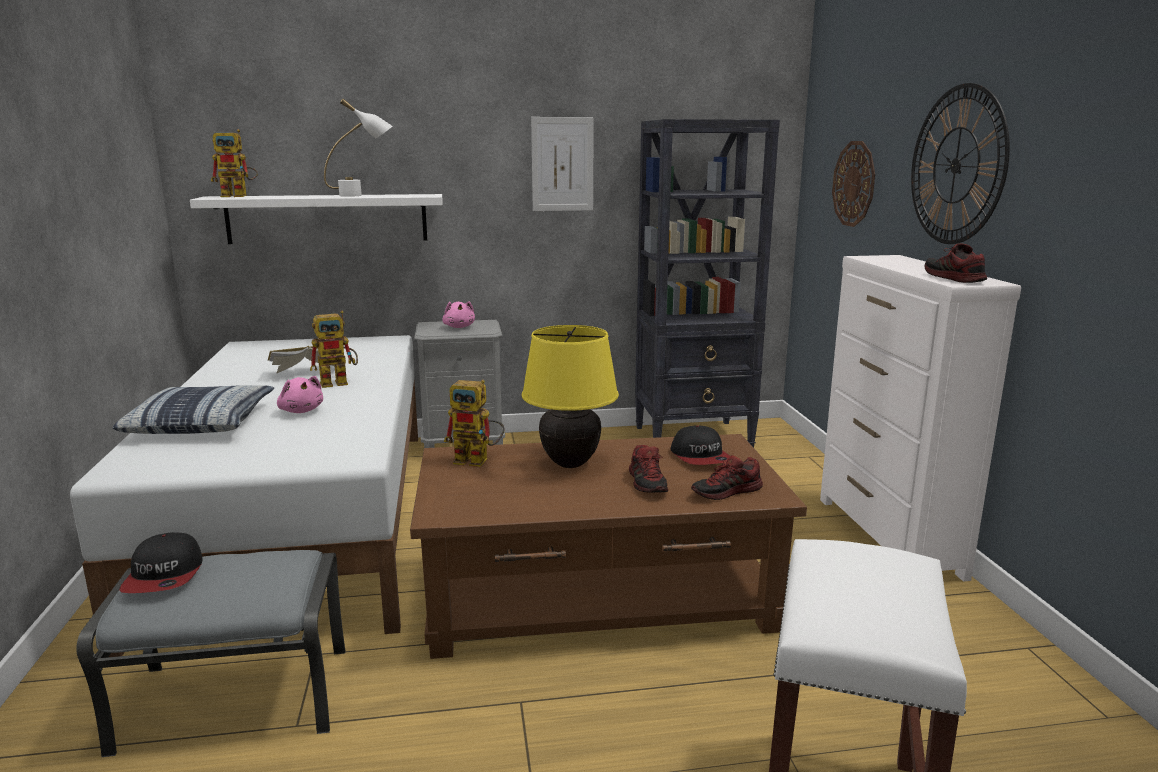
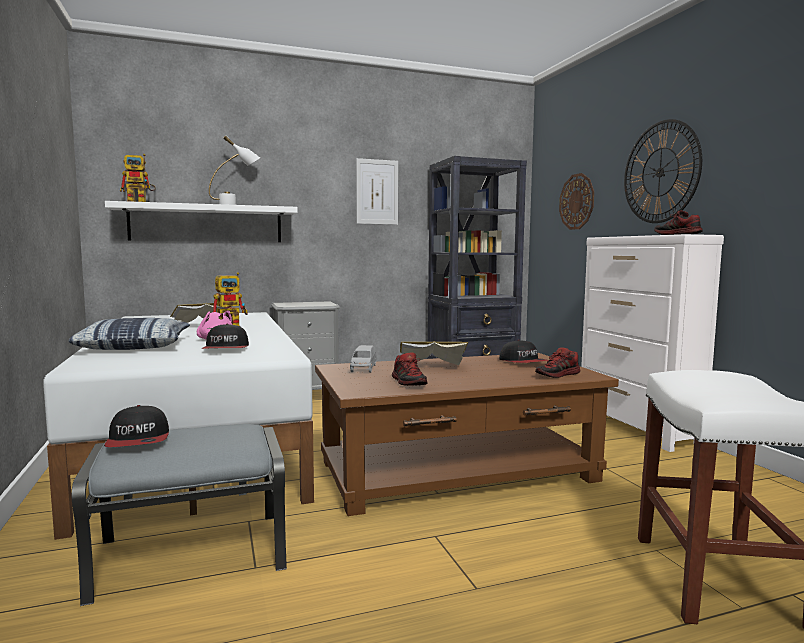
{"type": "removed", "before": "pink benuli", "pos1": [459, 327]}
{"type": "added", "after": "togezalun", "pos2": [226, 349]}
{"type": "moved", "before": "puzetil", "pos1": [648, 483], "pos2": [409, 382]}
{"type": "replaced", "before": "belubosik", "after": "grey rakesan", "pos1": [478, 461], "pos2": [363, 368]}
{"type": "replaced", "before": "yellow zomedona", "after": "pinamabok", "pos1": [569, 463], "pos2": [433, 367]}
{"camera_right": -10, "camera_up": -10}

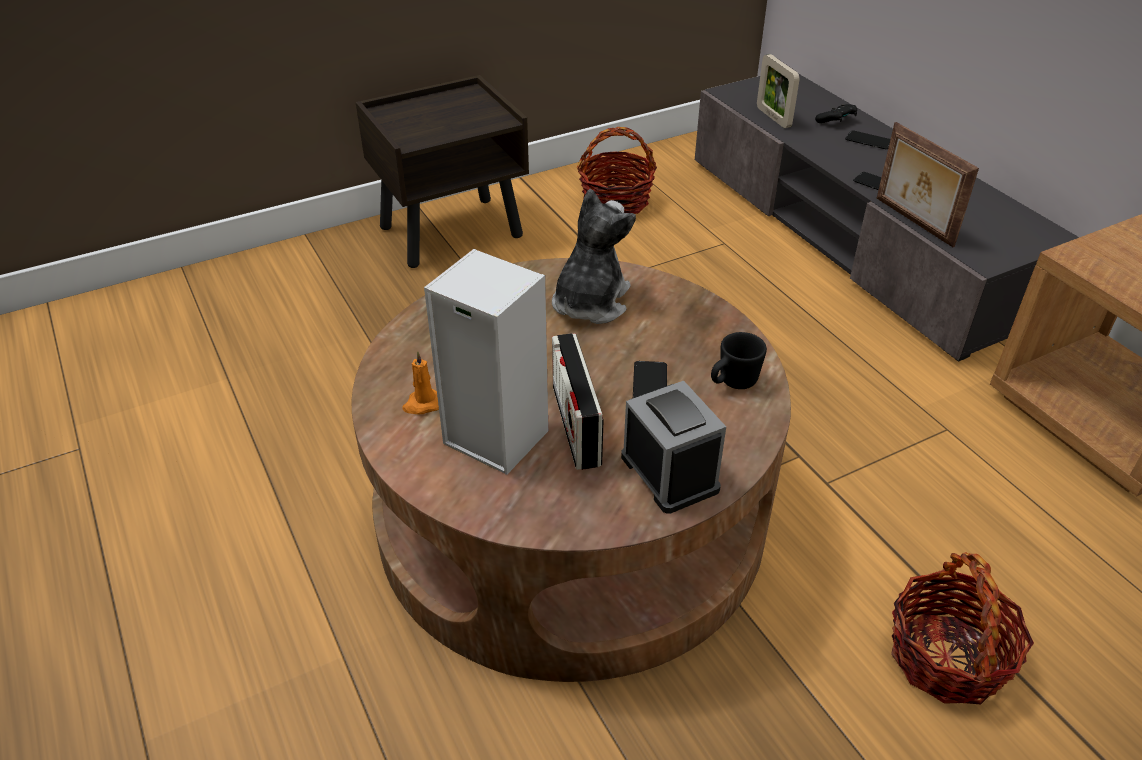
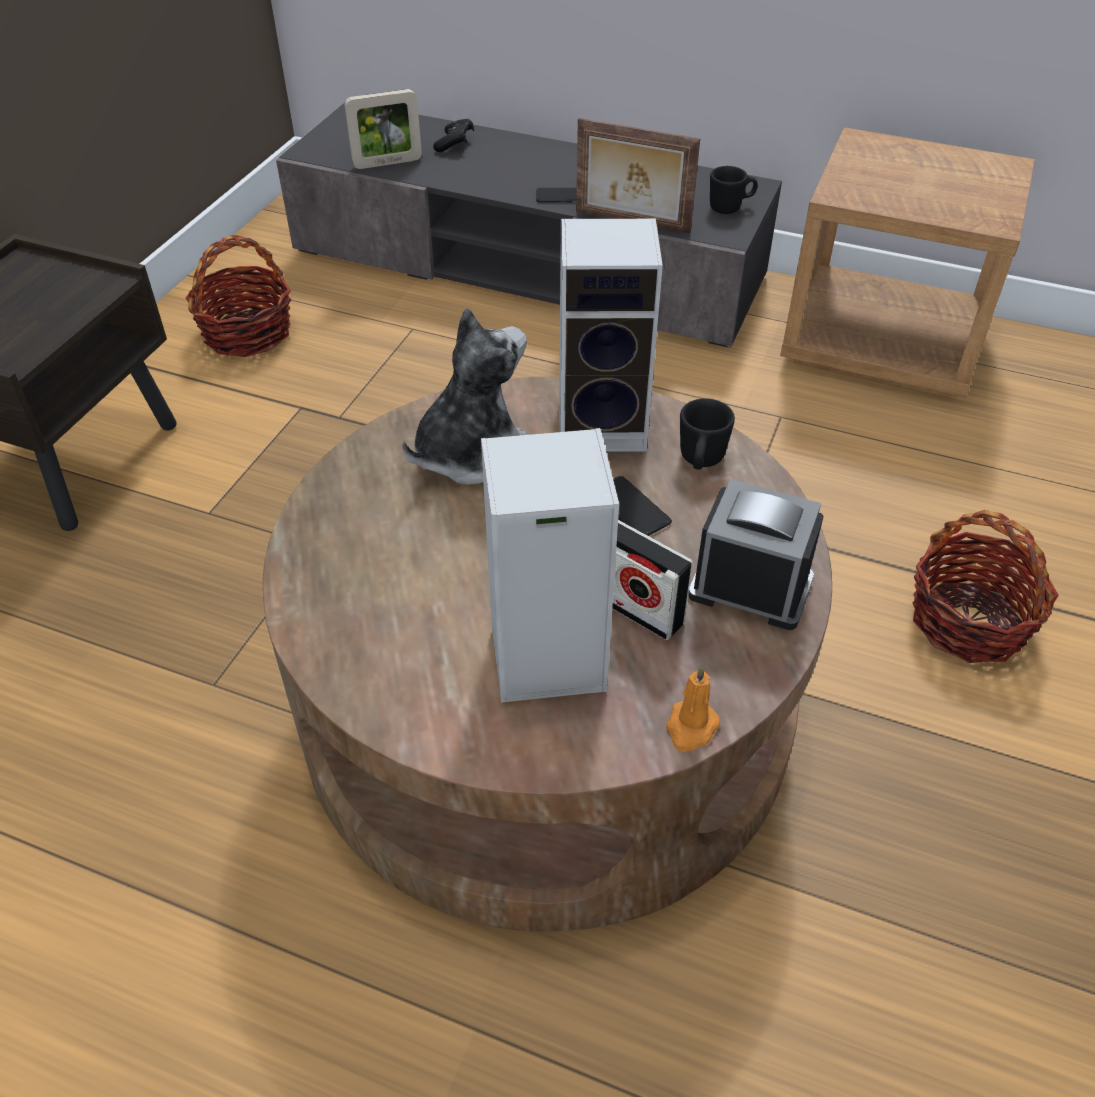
{"type": "removed", "before": "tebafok", "pos1": [868, 141]}
{"type": "added", "after": "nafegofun", "pos2": [605, 424]}
{"type": "added", "after": "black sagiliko", "pos2": [730, 207]}
{"type": "moved", "before": "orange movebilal", "pos1": [422, 404], "pos2": [691, 728]}
{"type": "turned", "before": "benuli", "pos1": [590, 303], "pos2": [469, 452], "turn": 60}
{"type": "turned", "before": "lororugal", "pos1": [773, 117], "pos2": [387, 163], "turn": -45}
{"camera_right": -40, "camera_up": 5}

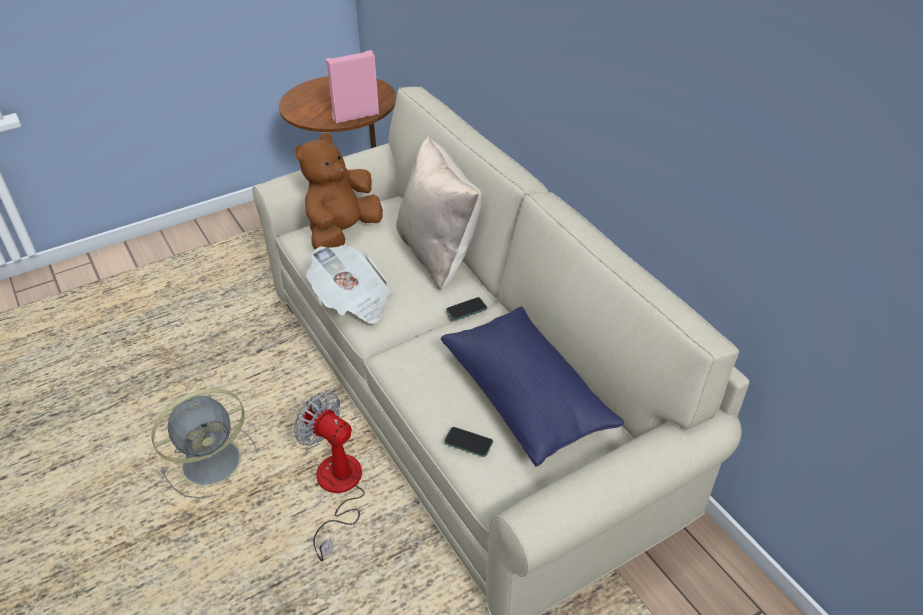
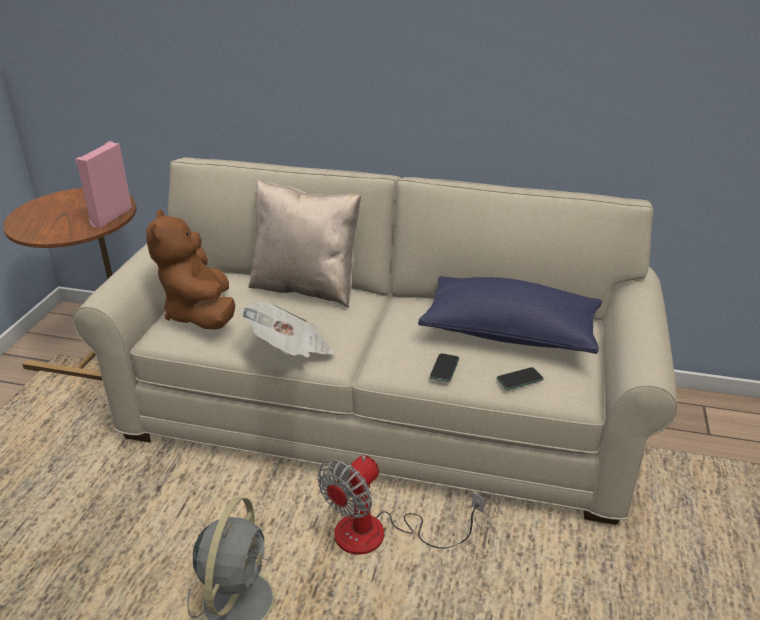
{"type": "moved", "before": "tebafok", "pos1": [466, 309], "pos2": [444, 368]}
{"type": "turned", "before": "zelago", "pos1": [337, 490], "pos2": [379, 535], "turn": -45}
{"camera_right": -45, "camera_up": -10}

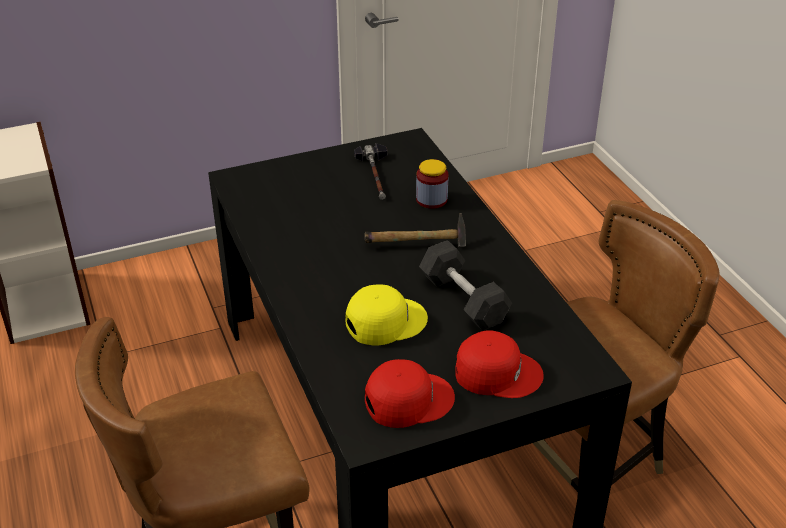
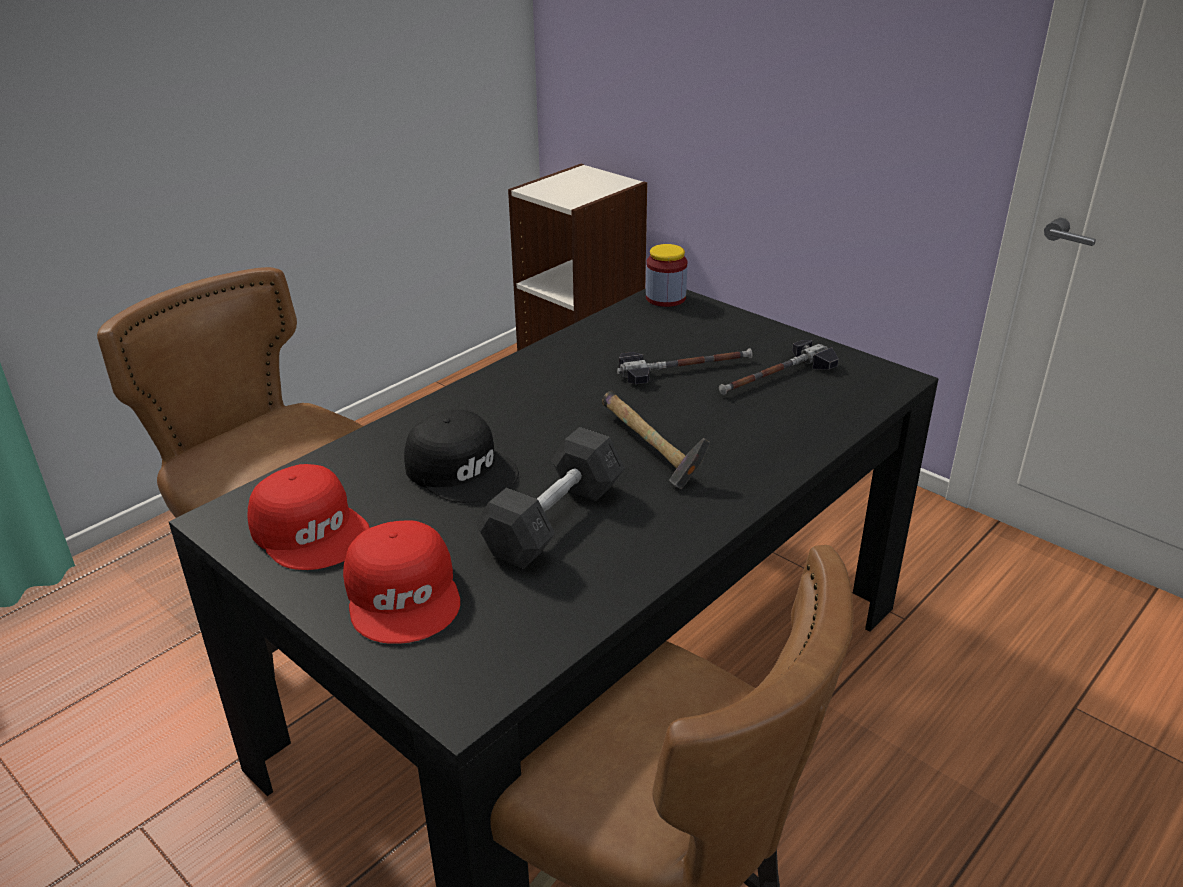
{"type": "added", "after": "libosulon", "pos2": [684, 368]}
{"type": "moved", "before": "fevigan", "pos1": [431, 199], "pos2": [665, 298]}
{"type": "recoloured", "before": "yellow togezalun", "after": "black togezalun", "pos1": [385, 321], "pos2": [462, 469]}
{"camera_right": 65, "camera_up": -5}

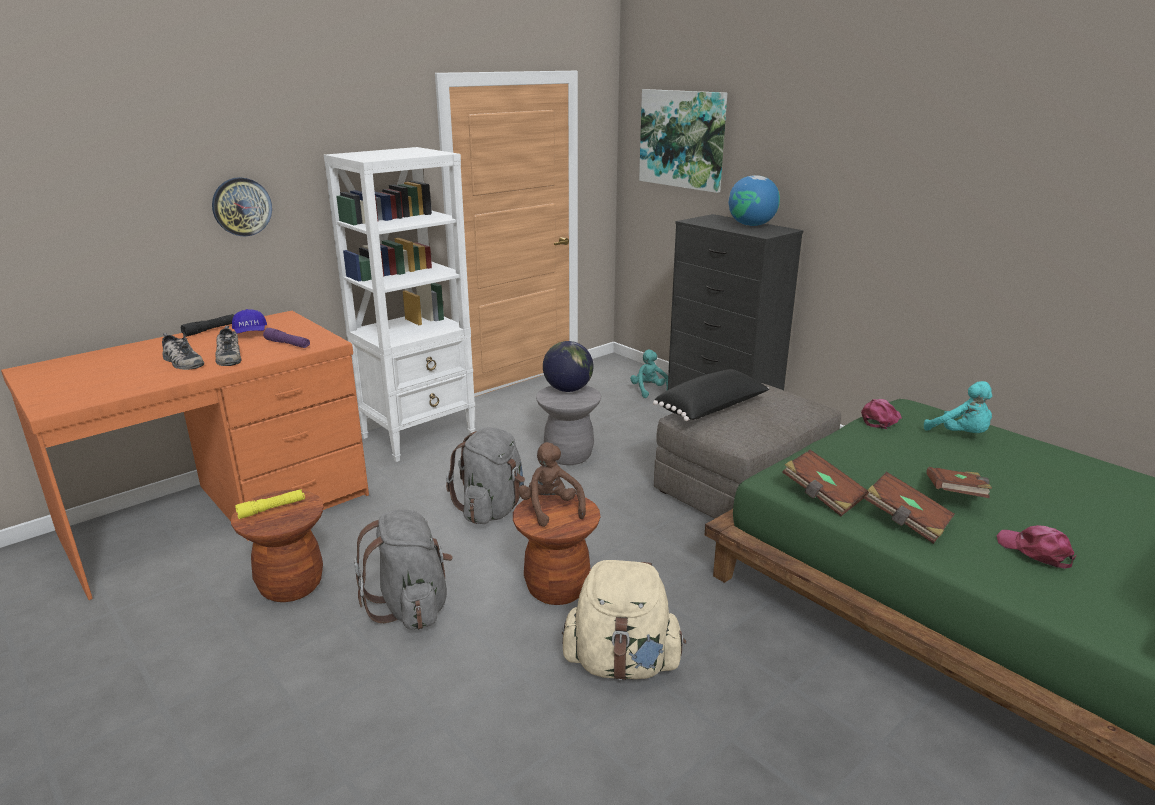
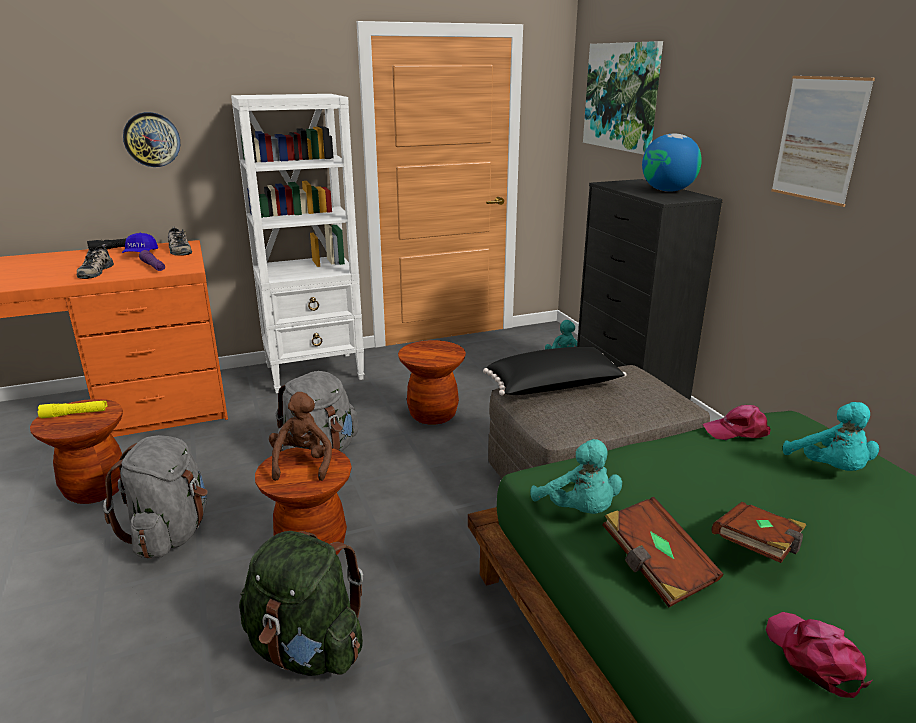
{"type": "removed", "before": "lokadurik", "pos1": [568, 390]}
{"type": "added", "after": "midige", "pos2": [819, 139]}
{"type": "moved", "before": "puzetil", "pos1": [181, 362], "pos2": [178, 250]}
{"type": "replaced", "before": "brown pinamabok", "after": "turquoise benuli", "pos1": [822, 496], "pos2": [579, 510]}
{"type": "recoloured", "before": "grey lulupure", "after": "brown lulupure", "pos1": [568, 456], "pos2": [433, 414]}
{"type": "recoloured", "before": "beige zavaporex", "after": "green zavaporex", "pos1": [622, 664], "pos2": [307, 650]}
{"type": "turned", "before": "pink togezalun", "pos1": [881, 419], "pos2": [737, 431], "turn": -150}
{"camera_right": 20, "camera_up": 0}

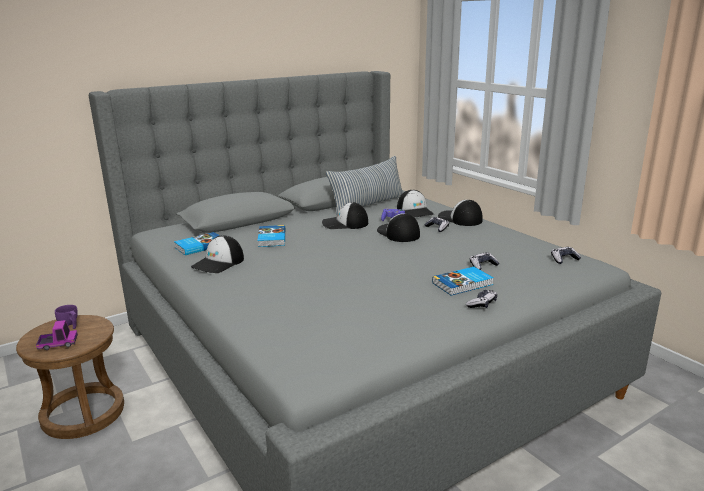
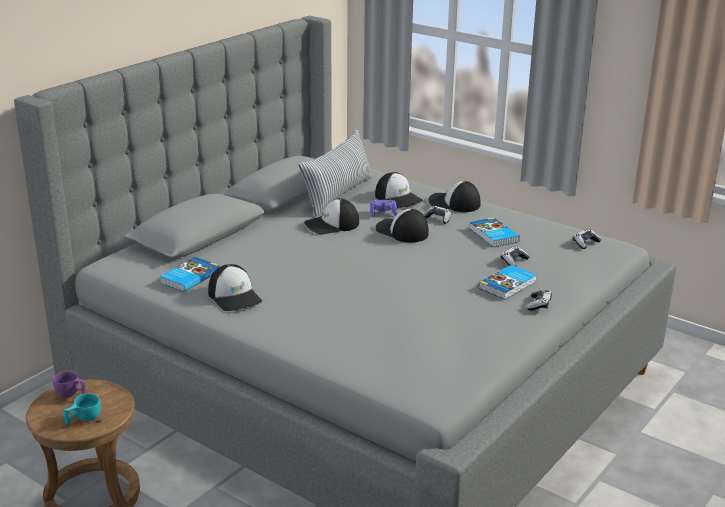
{"type": "moved", "before": "pinamabok", "pos1": [271, 238], "pos2": [493, 235]}
{"type": "replaced", "before": "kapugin", "after": "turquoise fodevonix", "pos1": [58, 344], "pos2": [83, 419]}
{"type": "turned", "before": "togezalun", "pos1": [219, 263], "pos2": [235, 296], "turn": -45}
{"camera_right": -20, "camera_up": 5}

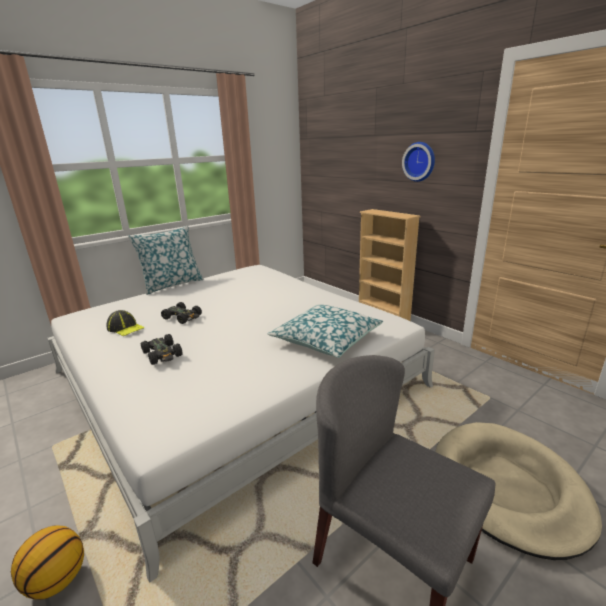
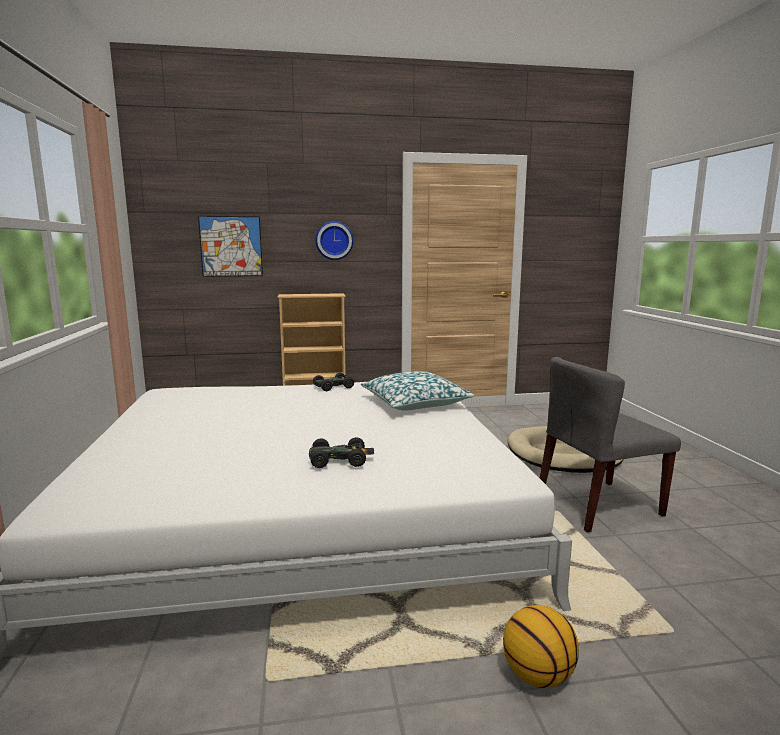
{"type": "removed", "before": "togezalun", "pos1": [125, 328]}
{"type": "removed", "before": "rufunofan", "pos1": [172, 284]}
{"type": "added", "after": "midige", "pos2": [231, 246]}
{"type": "moved", "before": "black rakesan", "pos1": [183, 317], "pos2": [334, 387]}
{"camera_right": -60, "camera_up": -10}

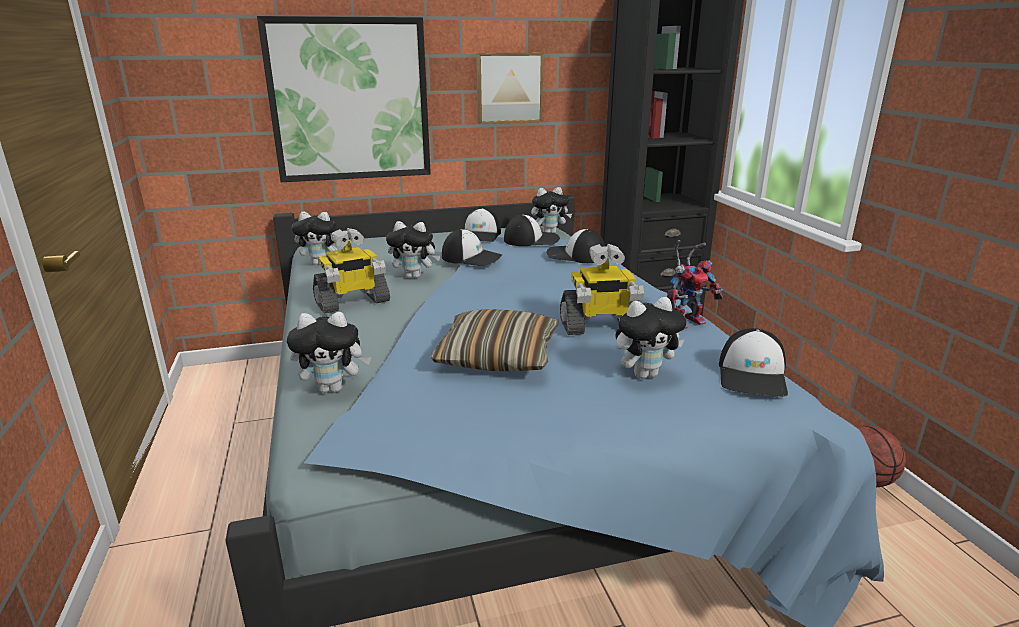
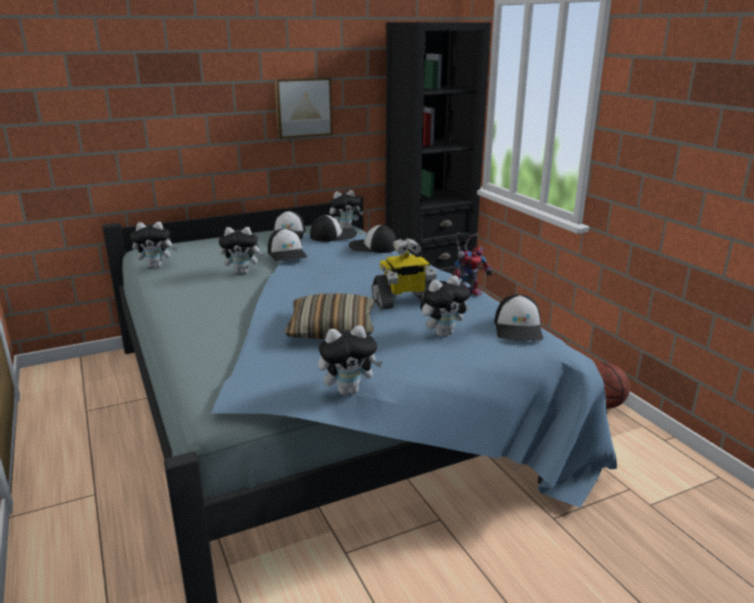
{"type": "removed", "before": "midige", "pos1": [350, 100]}
{"type": "removed", "before": "belubosik", "pos1": [352, 302]}
{"type": "moved", "before": "benuli", "pos1": [333, 388], "pos2": [349, 390]}
{"type": "turned", "before": "togezalun", "pos1": [472, 258], "pos2": [287, 254], "turn": 60}
{"camera_right": -10, "camera_up": 0}

